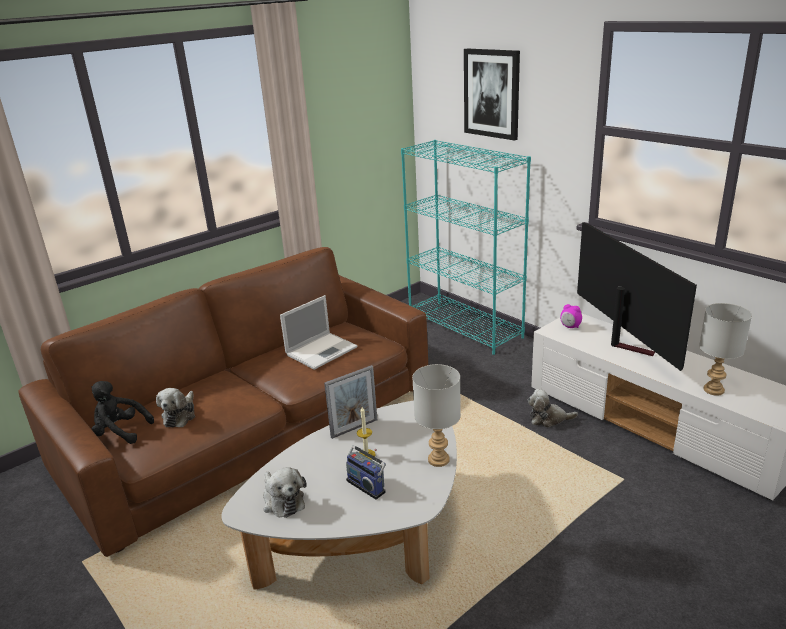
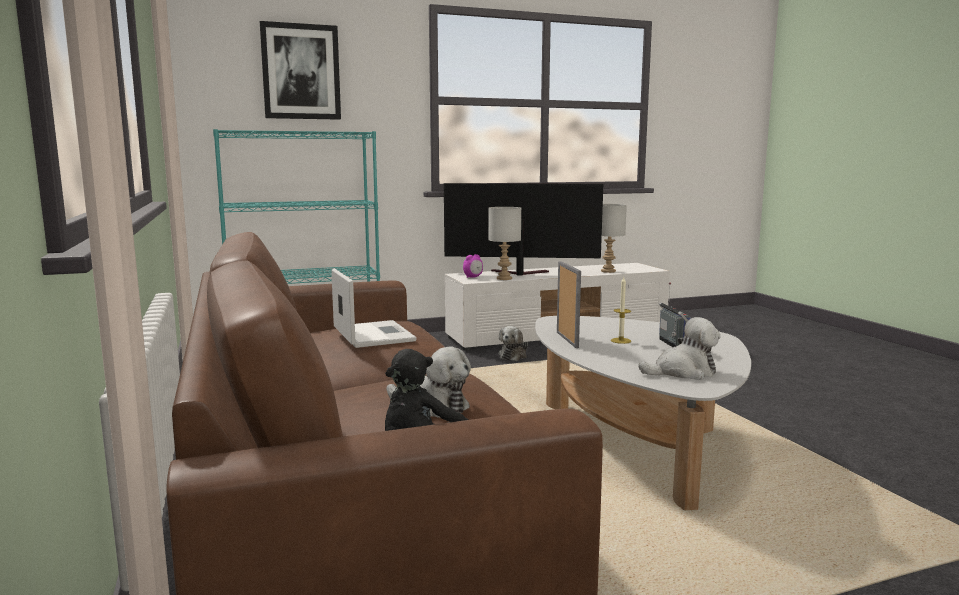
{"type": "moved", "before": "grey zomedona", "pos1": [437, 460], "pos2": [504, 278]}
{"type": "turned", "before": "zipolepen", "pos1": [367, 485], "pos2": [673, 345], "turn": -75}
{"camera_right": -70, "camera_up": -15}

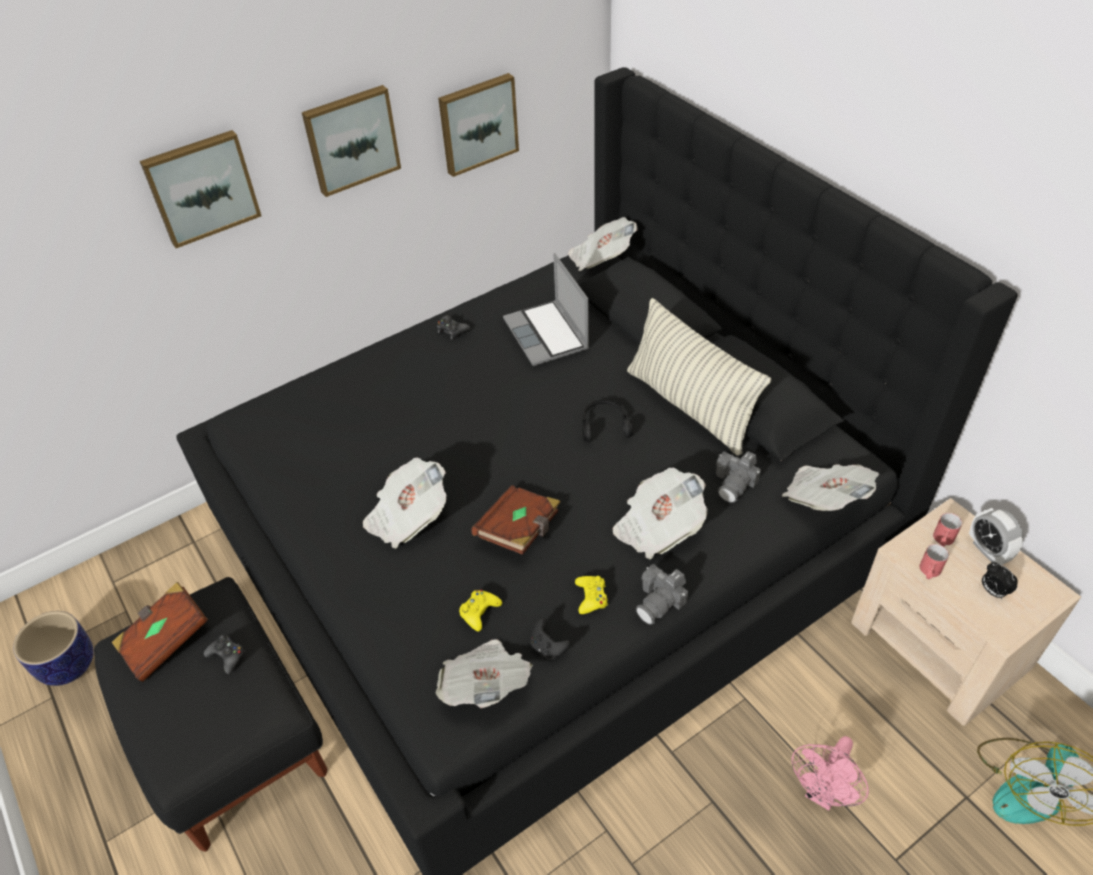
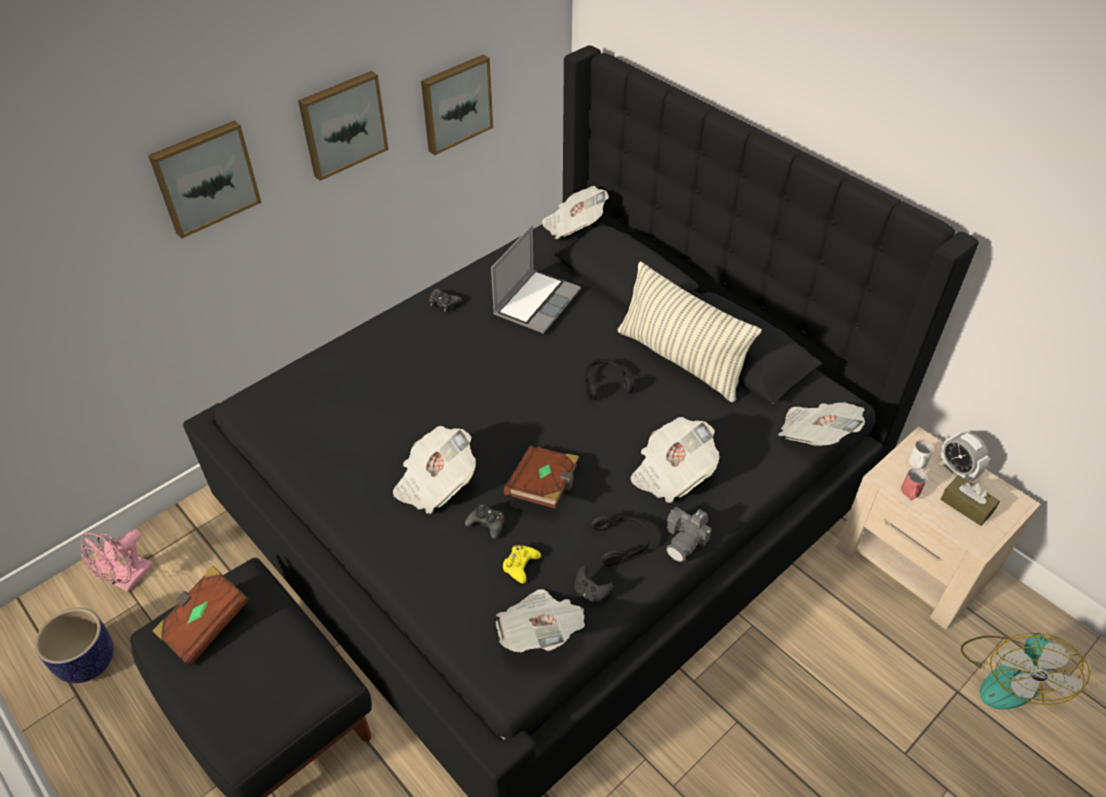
{"type": "removed", "before": "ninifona", "pos1": [735, 483]}
{"type": "moved", "before": "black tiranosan", "pos1": [227, 656], "pos2": [487, 524]}
{"type": "moved", "before": "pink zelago", "pos1": [822, 793], "pos2": [129, 580]}
{"type": "replaced", "before": "yellow tiranosan", "after": "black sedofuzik", "pos1": [591, 597], "pos2": [622, 542]}
{"type": "replaced", "before": "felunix", "after": "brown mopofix", "pos1": [992, 591], "pos2": [966, 506]}
{"type": "recoloured", "before": "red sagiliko", "after": "white sagiliko", "pos1": [942, 541], "pos2": [917, 465]}
{"type": "turned", "before": "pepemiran", "pos1": [547, 335], "pos2": [536, 302], "turn": -120}
{"camera_right": -10, "camera_up": 0}

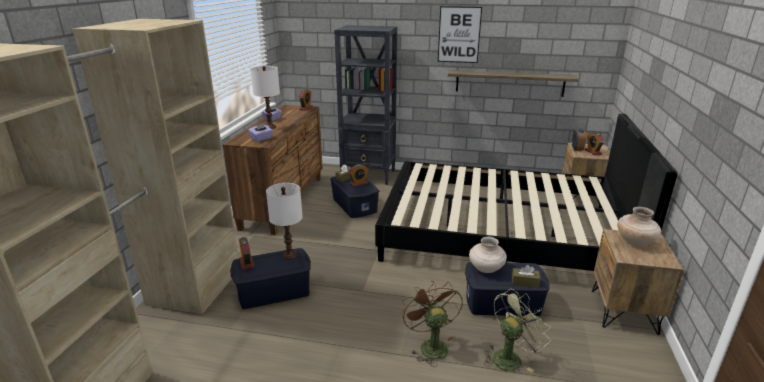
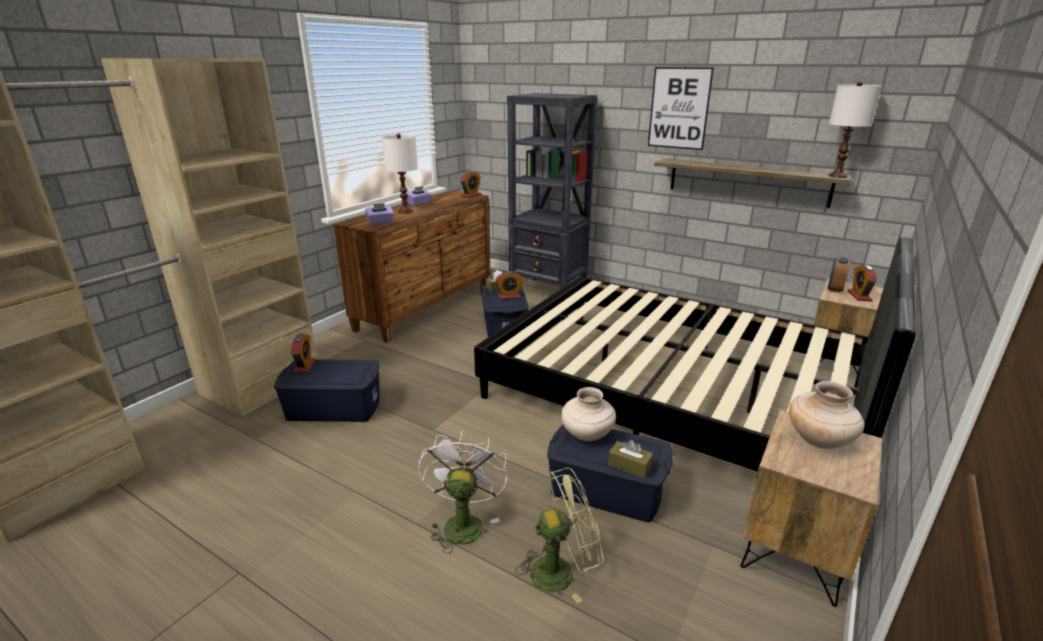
{"type": "moved", "before": "white zomedona", "pos1": [289, 255], "pos2": [837, 176]}
{"type": "recoloured", "before": "brown zelago", "after": "white zelago", "pos1": [430, 345], "pos2": [463, 522]}
{"camera_right": 20, "camera_up": 0}

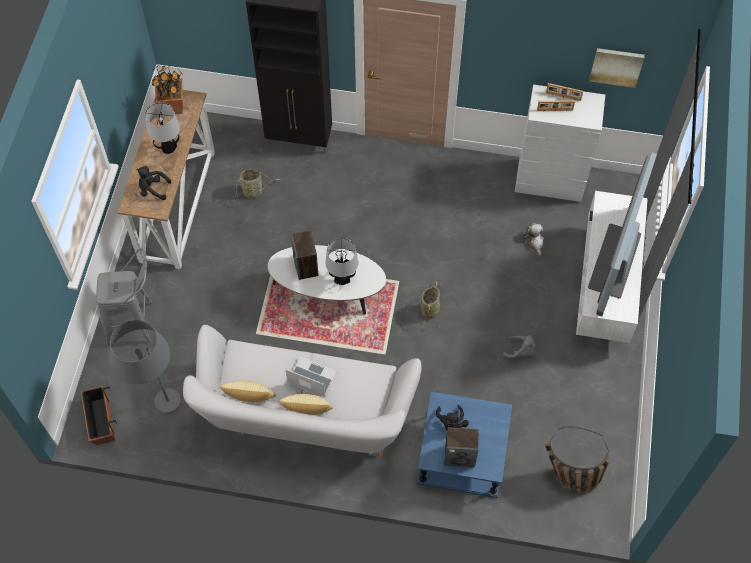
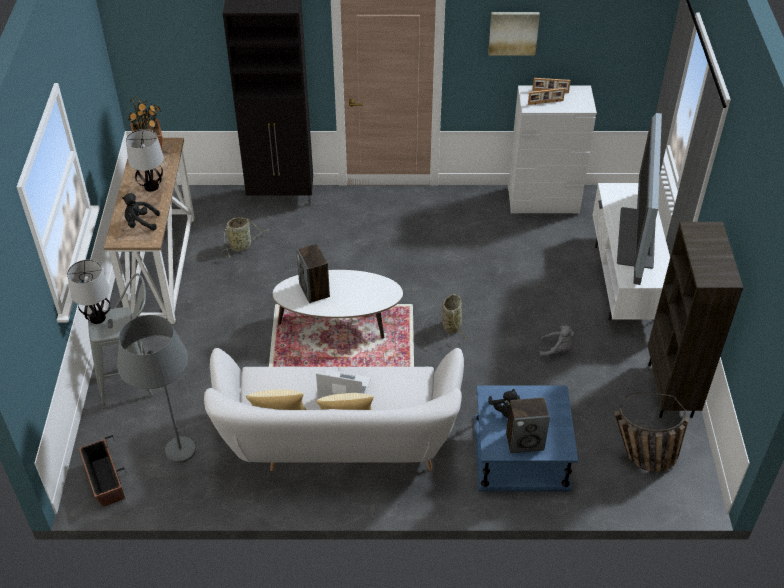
{"type": "removed", "before": "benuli", "pos1": [534, 242]}
{"type": "added", "after": "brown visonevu", "pos2": [671, 391]}
{"type": "moved", "before": "zomedona", "pos1": [342, 278], "pos2": [97, 317]}
{"type": "moved", "before": "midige", "pos1": [616, 66], "pos2": [513, 32]}
{"camera_right": -10, "camera_up": -15}

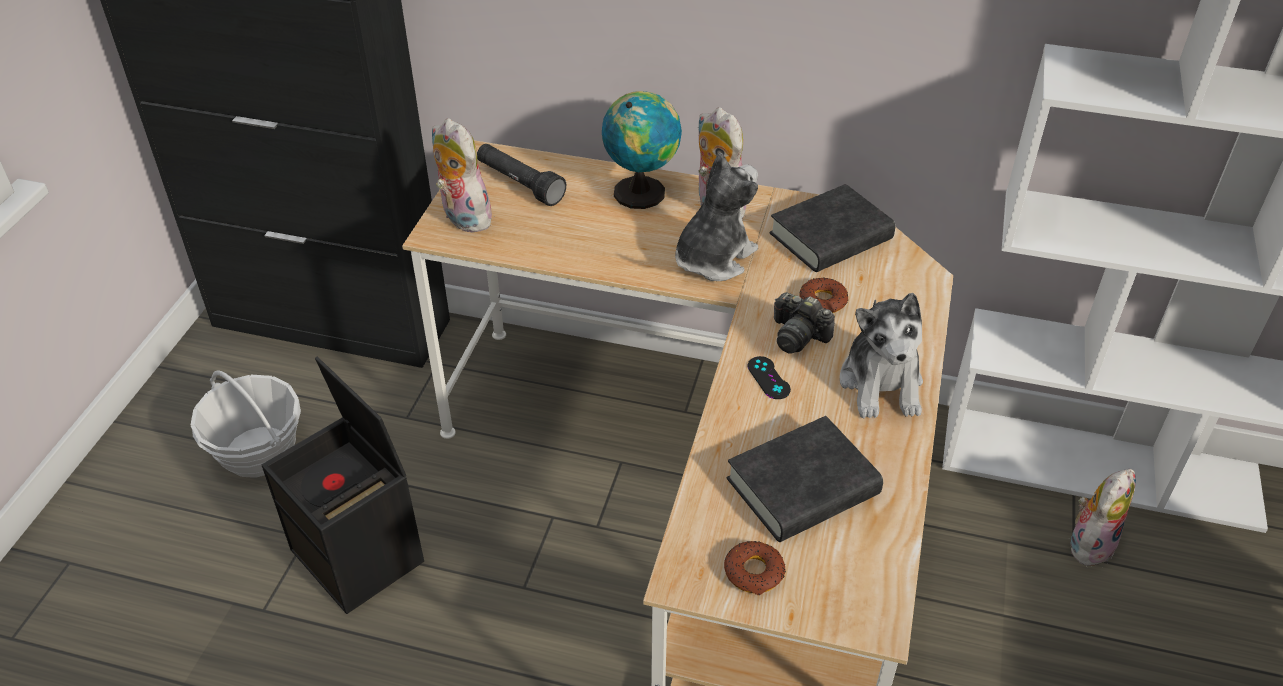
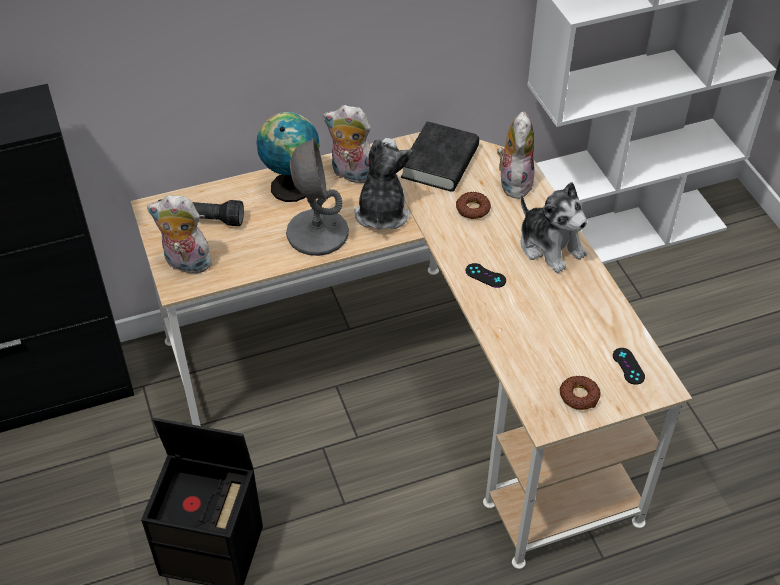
{"type": "removed", "before": "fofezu", "pos1": [258, 452]}
{"type": "removed", "before": "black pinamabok", "pos1": [802, 487]}
{"type": "removed", "before": "ninifona", "pos1": [798, 336]}
{"type": "added", "after": "grey zomedona", "pos2": [317, 233]}
{"type": "added", "after": "black tiranosan", "pos2": [628, 366]}
{"type": "moved", "before": "benuli", "pos1": [1089, 543], "pos2": [513, 182]}
{"camera_right": -35, "camera_up": 5}

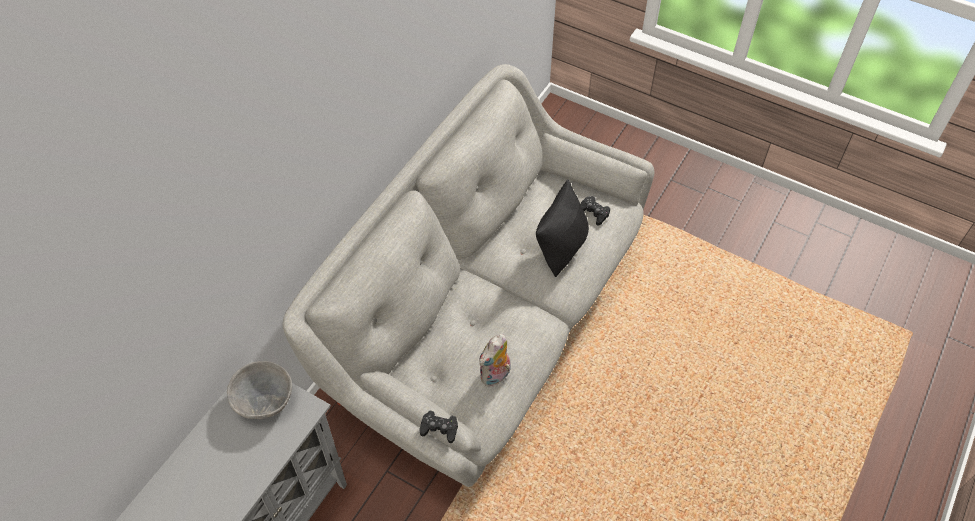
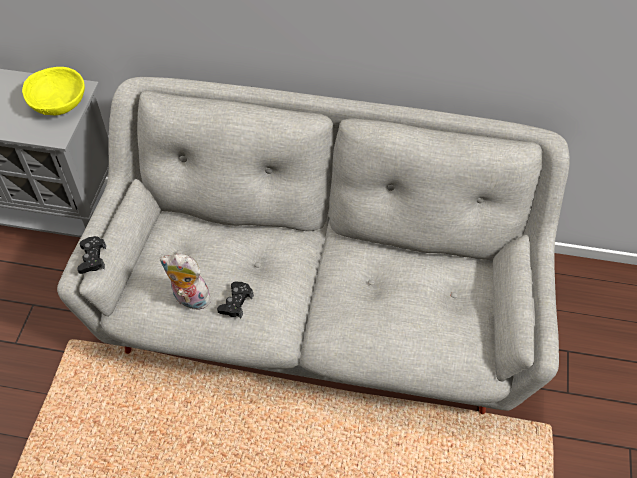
{"type": "removed", "before": "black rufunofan", "pos1": [561, 247]}
{"type": "moved", "before": "black tiranosan", "pos1": [594, 213], "pos2": [236, 302]}
{"type": "recoloured", "before": "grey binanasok", "after": "yellow binanasok", "pos1": [263, 400], "pos2": [58, 103]}
{"camera_right": 70, "camera_up": 0}

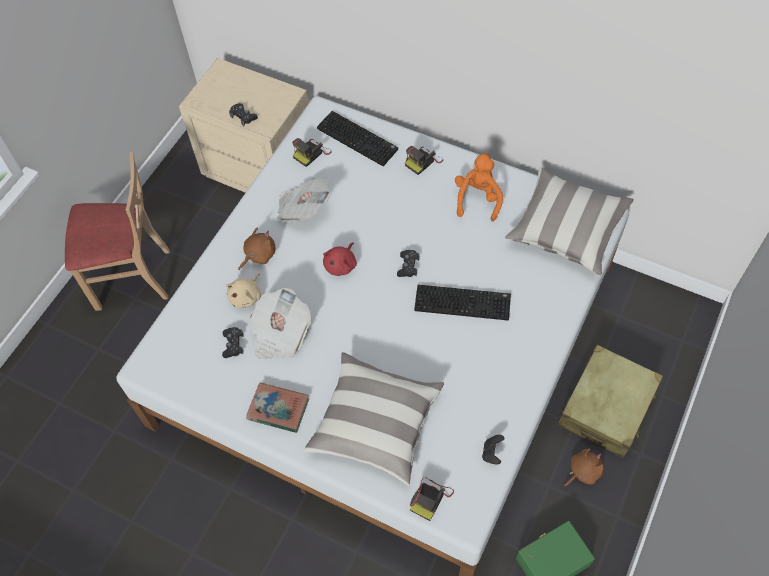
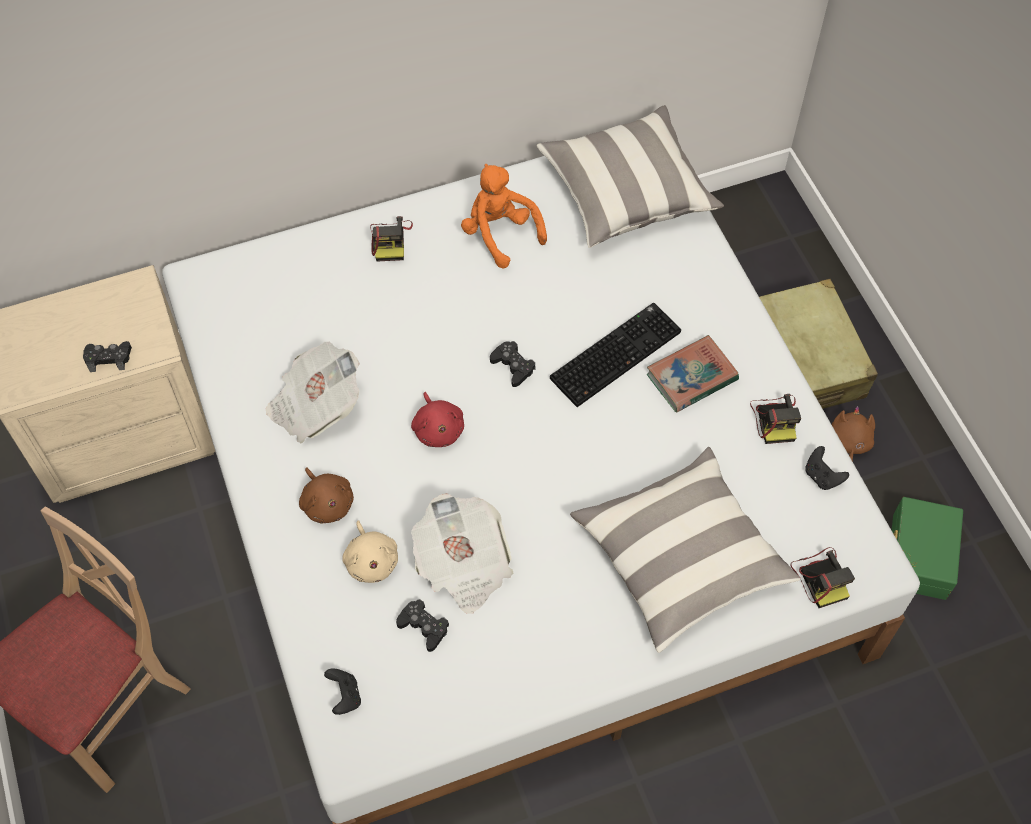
{"type": "removed", "before": "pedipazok", "pos1": [358, 138]}
{"type": "added", "after": "black tiranosan", "pos2": [345, 696]}
{"type": "moved", "before": "pinamabok", "pos1": [278, 409], "pos2": [691, 377]}
{"type": "moved", "before": "ninifona", "pos1": [311, 153], "pos2": [775, 419]}
{"type": "turned", "before": "brown benuli", "pos1": [258, 255], "pos2": [327, 503], "turn": 150}
{"camera_right": -50, "camera_up": 0}

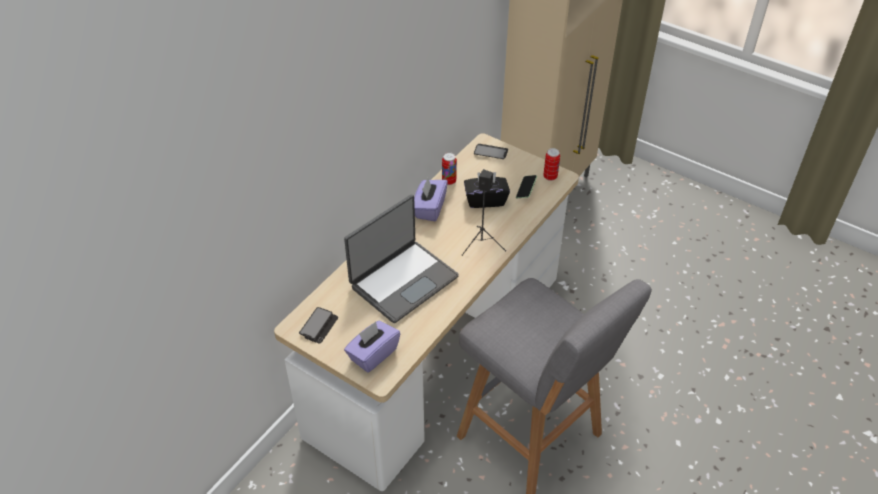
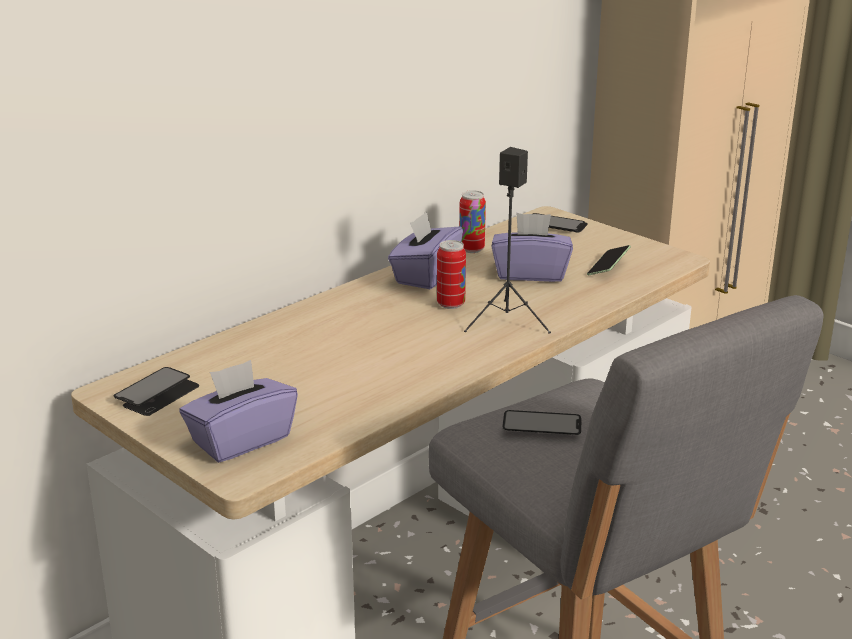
{"type": "removed", "before": "pepemiran", "pos1": [403, 281]}
{"type": "added", "after": "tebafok", "pos2": [542, 425]}
{"type": "moved", "before": "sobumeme", "pos1": [550, 177], "pos2": [451, 304]}
{"type": "recoloured", "before": "black mopofix", "after": "purple mopofix", "pos1": [485, 200], "pos2": [530, 273]}
{"camera_right": 10, "camera_up": -20}

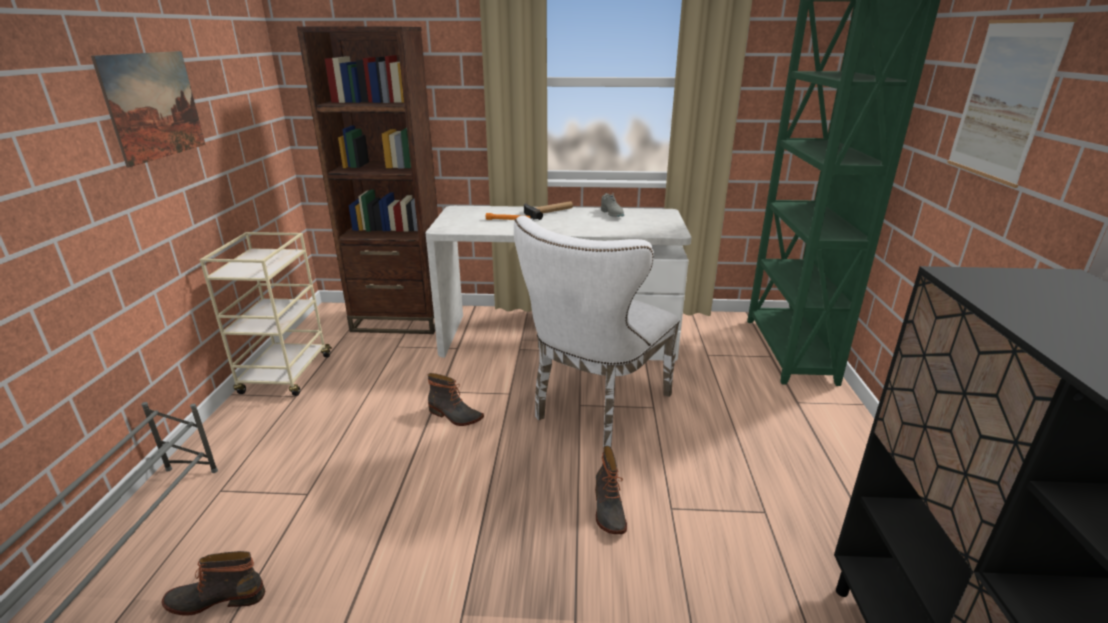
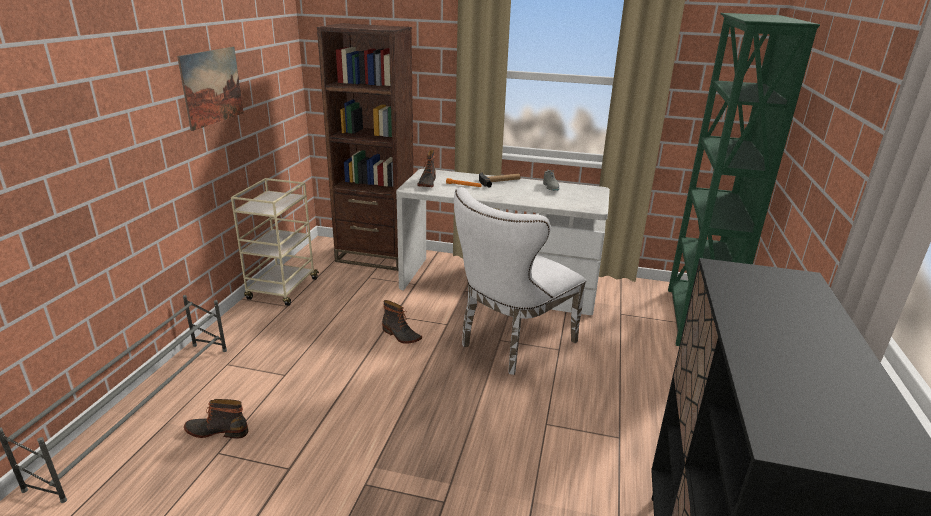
{"type": "removed", "before": "midige", "pos1": [1004, 100]}
{"type": "moved", "before": "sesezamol", "pos1": [608, 509], "pos2": [427, 183]}
{"camera_right": 10, "camera_up": 0}

